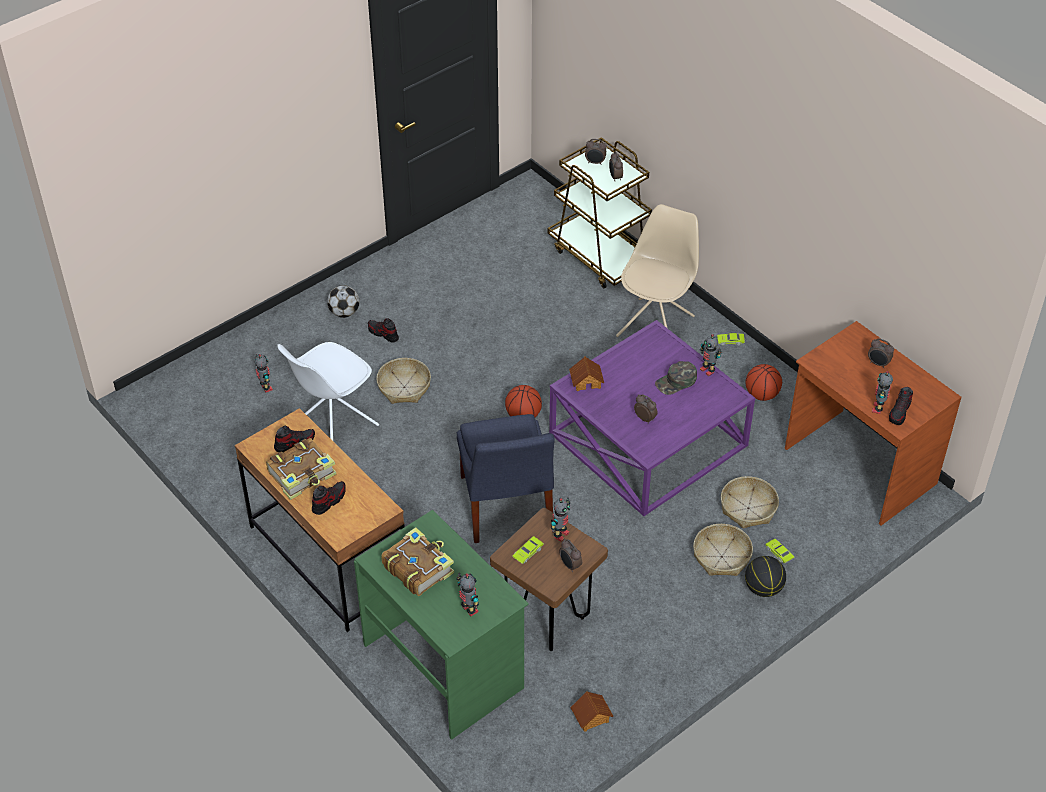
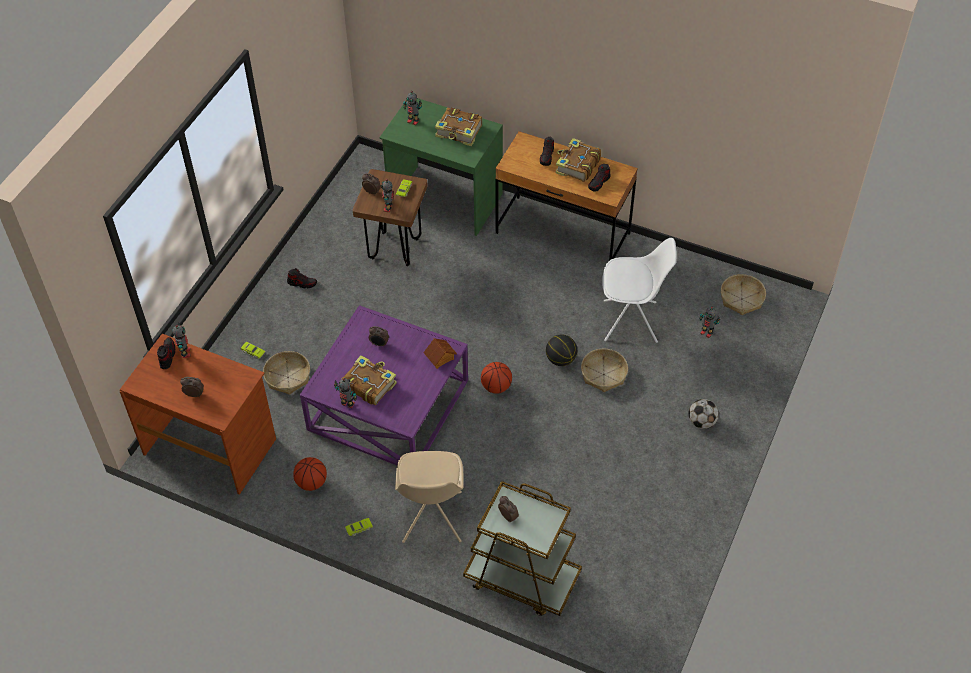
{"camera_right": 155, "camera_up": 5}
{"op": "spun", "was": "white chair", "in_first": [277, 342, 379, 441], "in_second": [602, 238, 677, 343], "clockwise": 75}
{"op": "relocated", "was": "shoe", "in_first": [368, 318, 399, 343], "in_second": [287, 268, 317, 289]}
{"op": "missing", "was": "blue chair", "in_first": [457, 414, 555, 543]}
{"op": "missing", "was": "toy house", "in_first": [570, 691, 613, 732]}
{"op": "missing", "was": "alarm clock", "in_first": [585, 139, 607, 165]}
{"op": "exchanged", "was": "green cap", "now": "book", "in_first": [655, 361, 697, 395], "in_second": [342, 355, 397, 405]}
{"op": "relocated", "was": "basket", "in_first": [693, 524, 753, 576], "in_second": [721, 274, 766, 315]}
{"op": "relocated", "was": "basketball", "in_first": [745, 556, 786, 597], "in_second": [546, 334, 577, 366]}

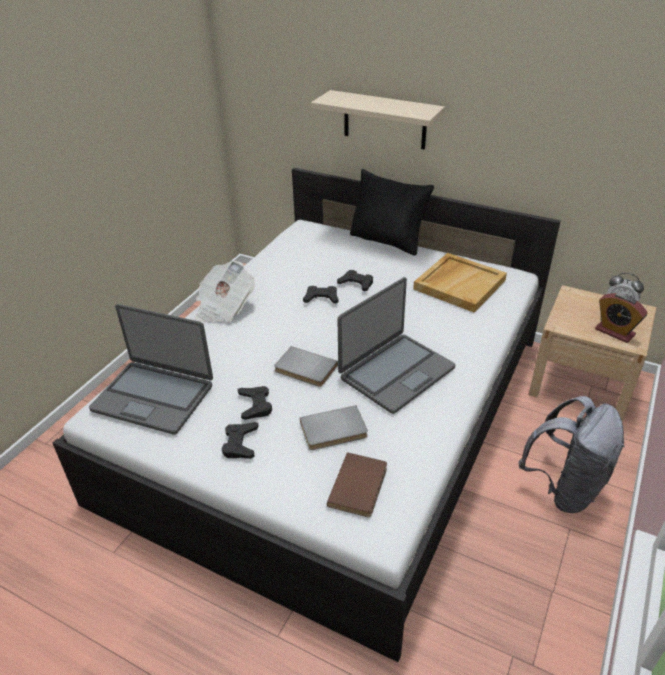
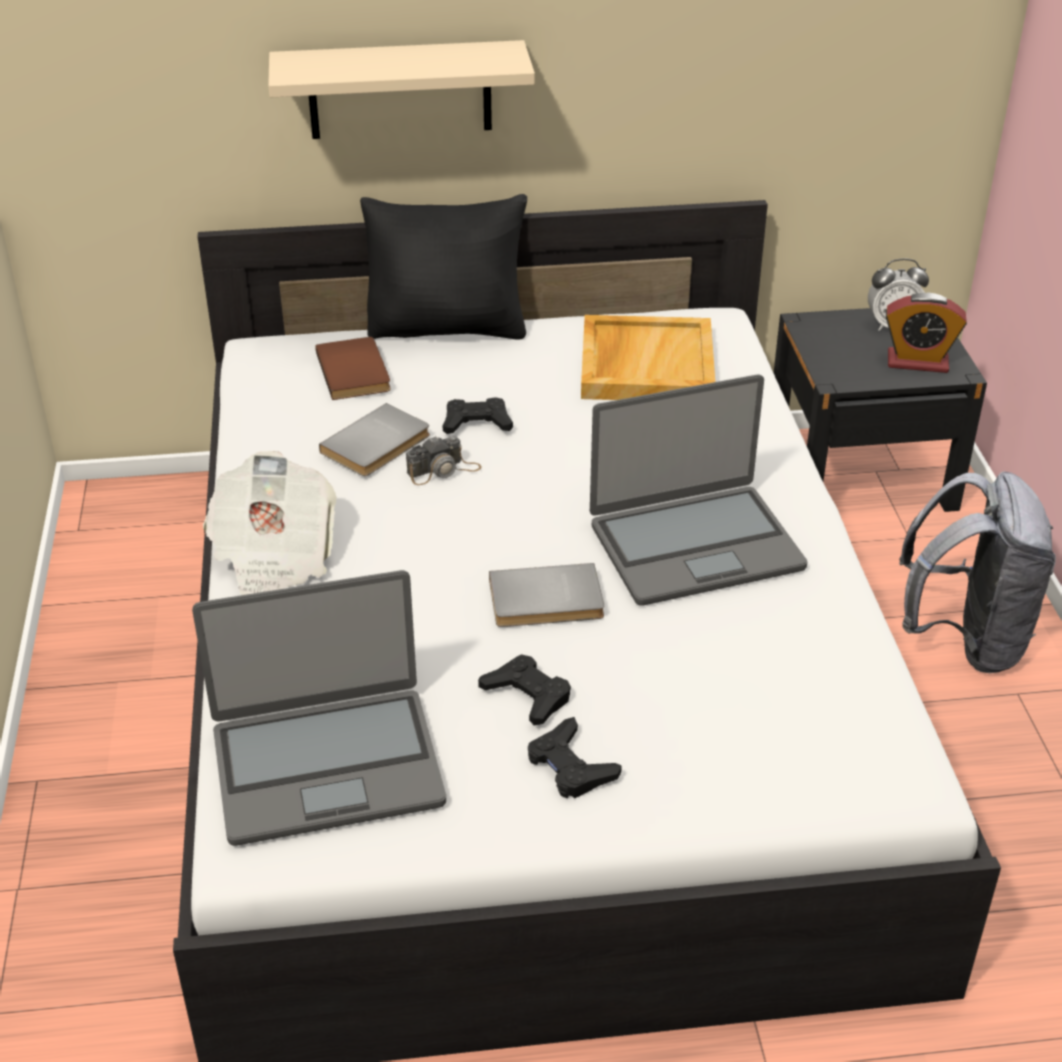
{"camera_right": -35, "camera_up": 0}
{"op": "relocated", "was": "grey book", "in_first": [300, 405, 368, 450], "in_second": [319, 403, 430, 476]}
{"op": "exchanged", "was": "black game controller", "now": "photo camera", "in_first": [303, 286, 339, 304], "in_second": [406, 435, 481, 485]}
{"op": "relocated", "was": "brown book", "in_first": [327, 452, 387, 517], "in_second": [316, 337, 391, 400]}
{"op": "spun", "was": "laptop", "in_first": [337, 277, 455, 414], "in_second": [590, 374, 807, 606], "clockwise": 60}
{"op": "colour", "was": "beige nightstand", "now": "black nightstand", "in_first": [528, 285, 657, 422], "in_second": [774, 308, 987, 512]}

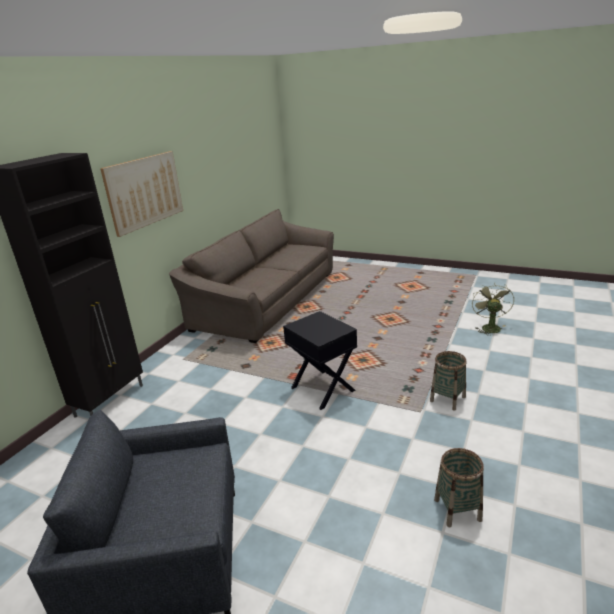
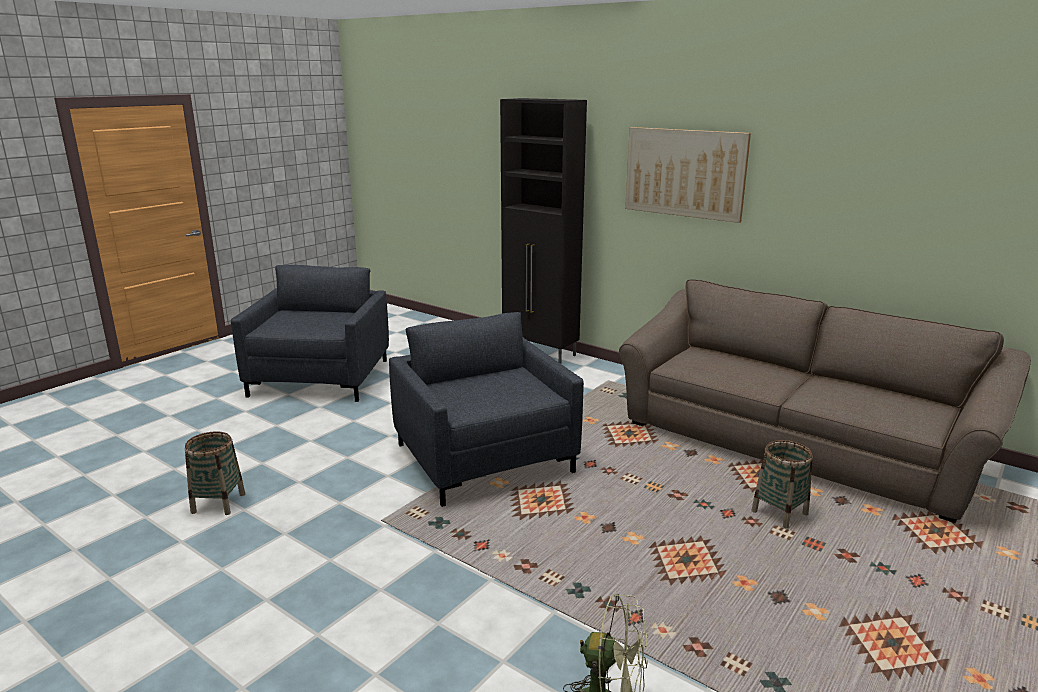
{"camera_right": 100, "camera_up": -5}
{"op": "exchanged", "was": "black side table", "now": "grey armchair", "in_first": [283, 311, 357, 410], "in_second": [389, 312, 584, 507]}
{"op": "relocated", "was": "basket", "in_first": [430, 351, 467, 410], "in_second": [751, 440, 813, 529]}

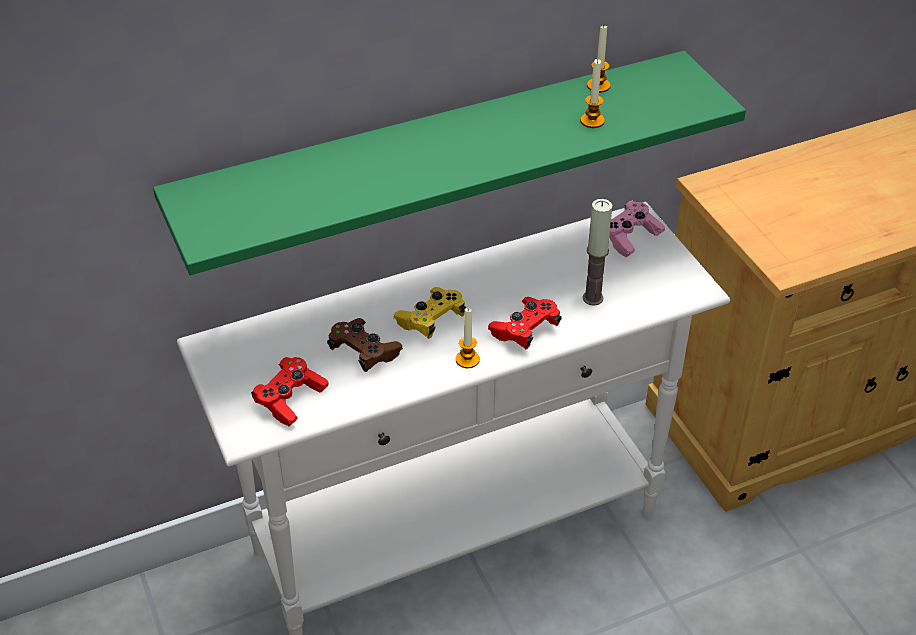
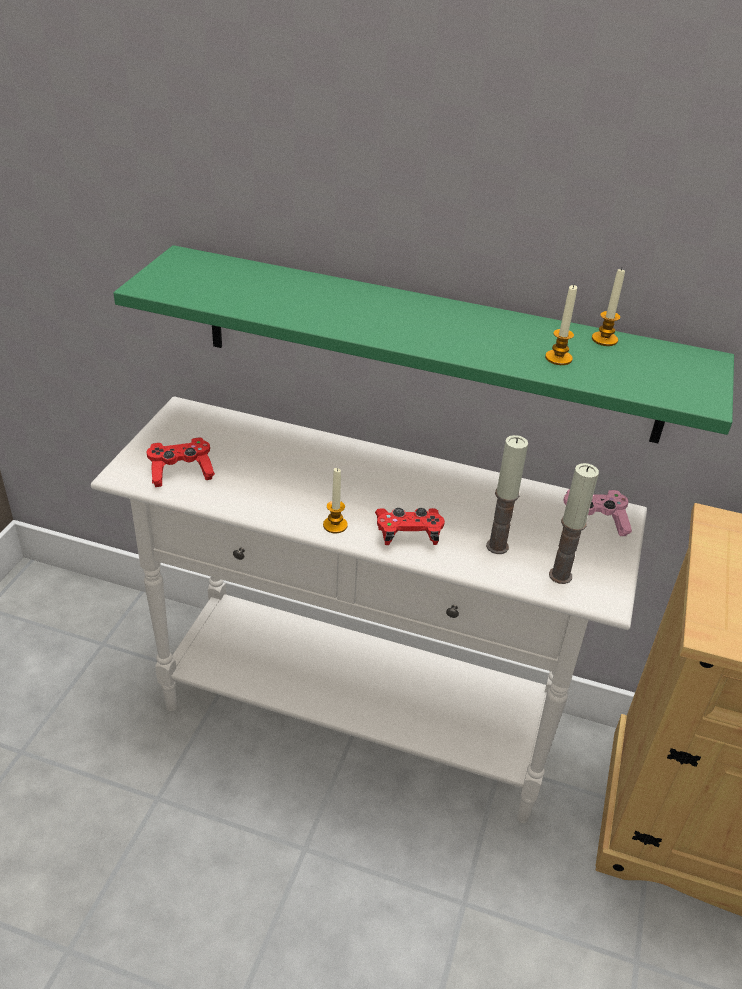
{"camera_right": 40, "camera_up": -5}
{"op": "missing", "was": "brown game controller", "in_first": [327, 318, 403, 372]}
{"op": "missing", "was": "yellow game controller", "in_first": [393, 287, 466, 339]}
{"op": "appeared", "now": "candle", "in_second": [549, 463, 599, 584]}

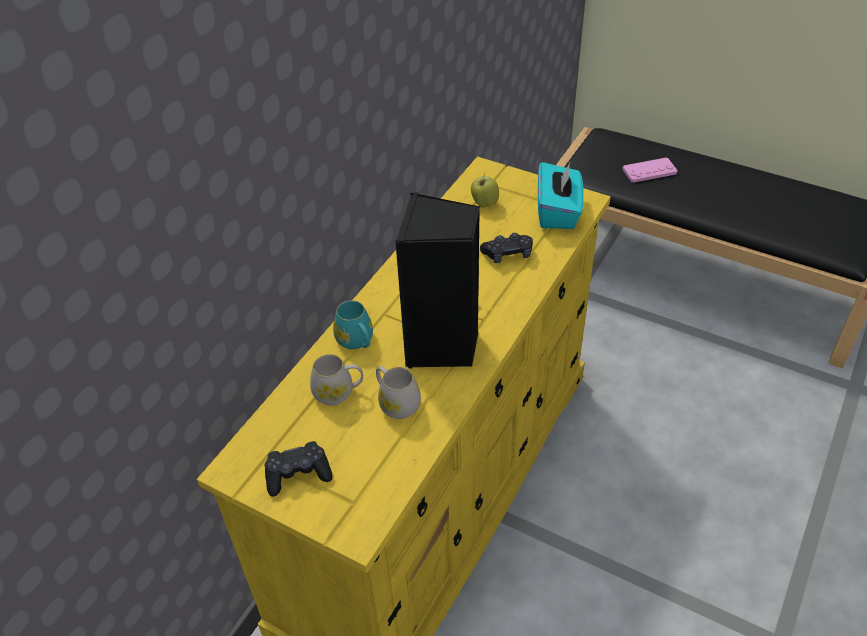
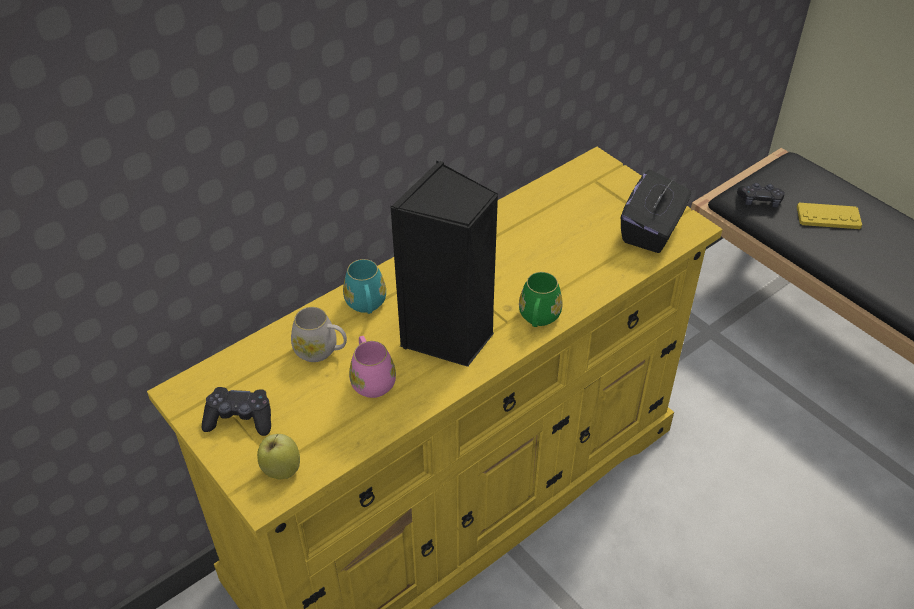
{"camera_right": 20, "camera_up": 0}
{"op": "colour", "was": "white mug", "now": "pink mug", "in_first": [376, 366, 421, 419], "in_second": [349, 336, 396, 398]}
{"op": "relocated", "was": "apple", "in_first": [471, 174, 499, 208], "in_second": [257, 434, 300, 479]}
{"op": "relocated", "was": "black game controller", "in_first": [480, 233, 533, 263], "in_second": [737, 183, 785, 208]}
{"op": "colour", "was": "turquoise tissue box", "now": "black tissue box", "in_first": [538, 162, 584, 229], "in_second": [621, 170, 691, 253]}
{"op": "colour", "was": "pink game controller", "now": "yellow game controller", "in_first": [622, 158, 678, 183], "in_second": [797, 203, 862, 229]}
{"op": "appeared", "now": "green mug", "in_second": [519, 272, 563, 327]}

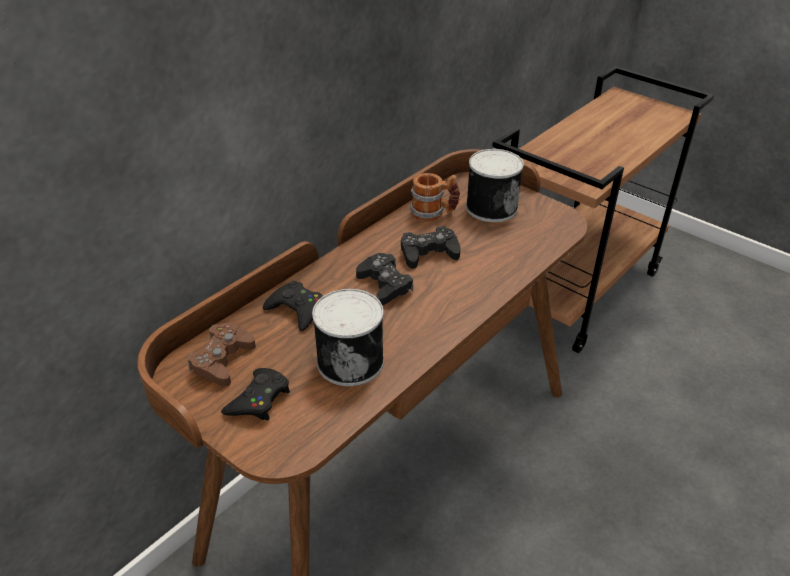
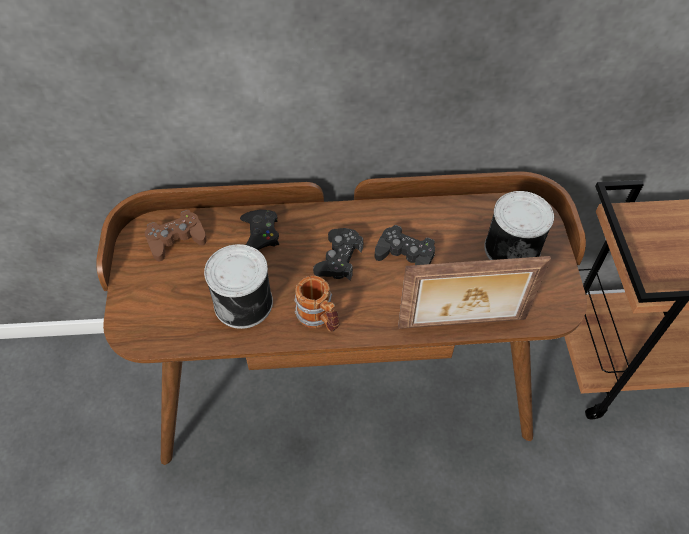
{"camera_right": 45, "camera_up": 15}
{"op": "missing", "was": "black game controller", "in_first": [221, 368, 290, 421]}
{"op": "relocated", "was": "mug", "in_first": [410, 173, 460, 221], "in_second": [294, 276, 339, 332]}
{"op": "appeared", "now": "picture frame", "in_second": [398, 256, 551, 329]}

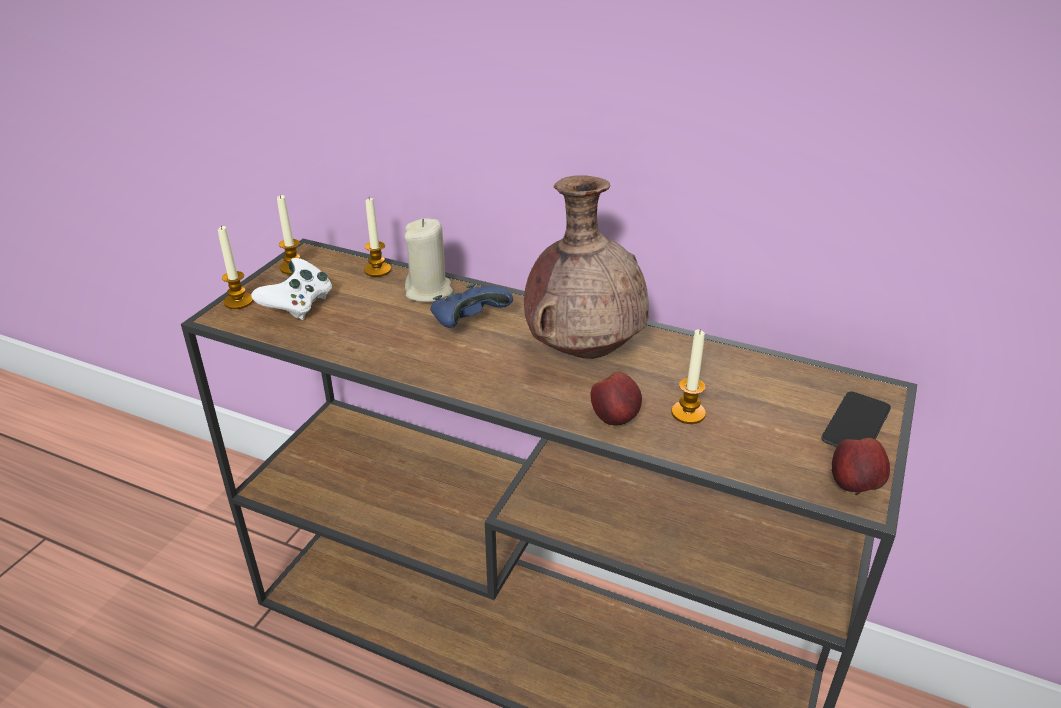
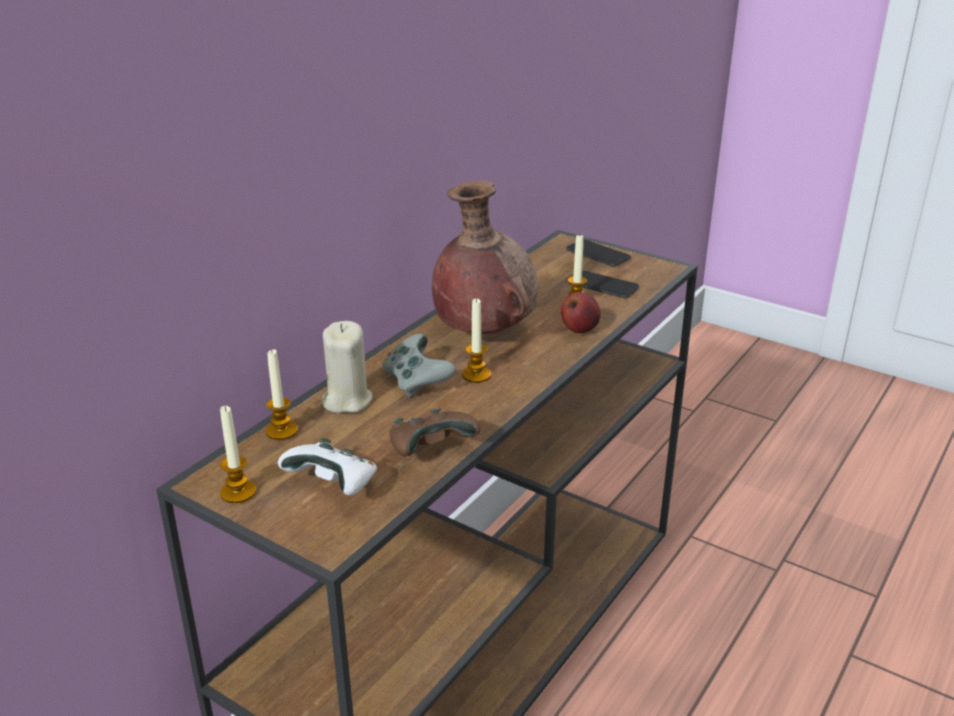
{"camera_right": -80, "camera_up": -5}
{"op": "relocated", "was": "candle", "in_first": [218, 226, 253, 309], "in_second": [462, 298, 491, 383]}
{"op": "colour", "was": "blue game controller", "now": "grey game controller", "in_first": [430, 284, 513, 328], "in_second": [383, 334, 456, 397]}
{"op": "missing", "was": "apple", "in_first": [832, 438, 890, 495]}
{"op": "appeared", "now": "brown game controller", "in_second": [389, 408, 481, 457]}
{"op": "appeared", "now": "phone", "in_second": [568, 270, 639, 298]}

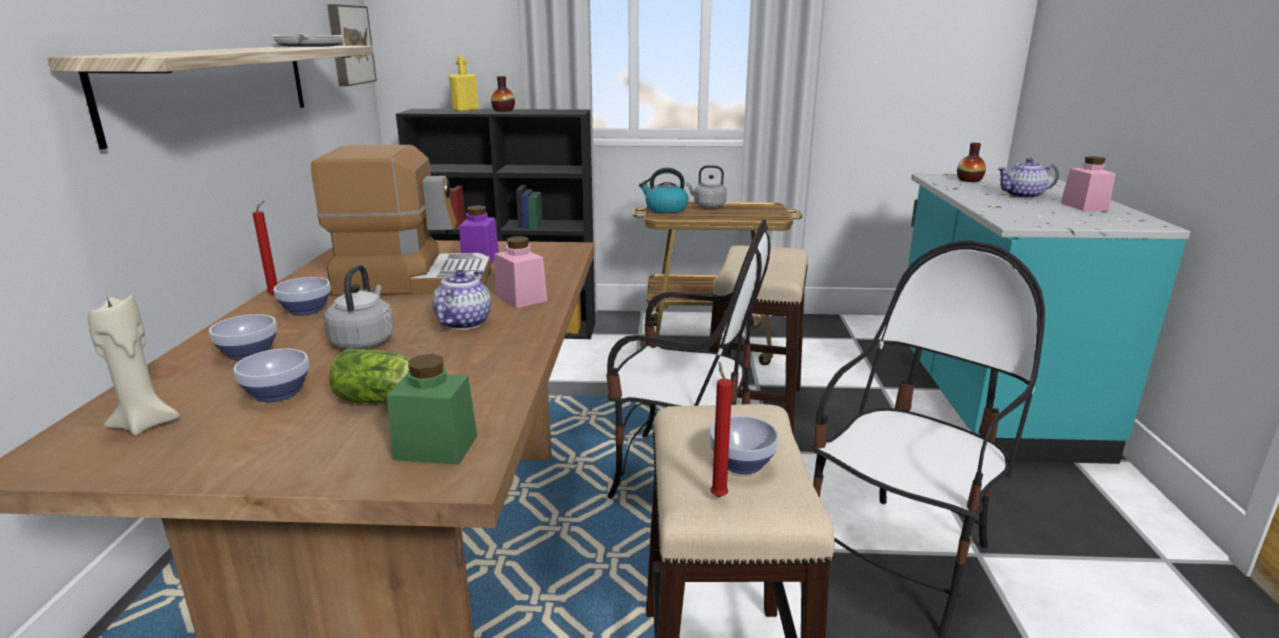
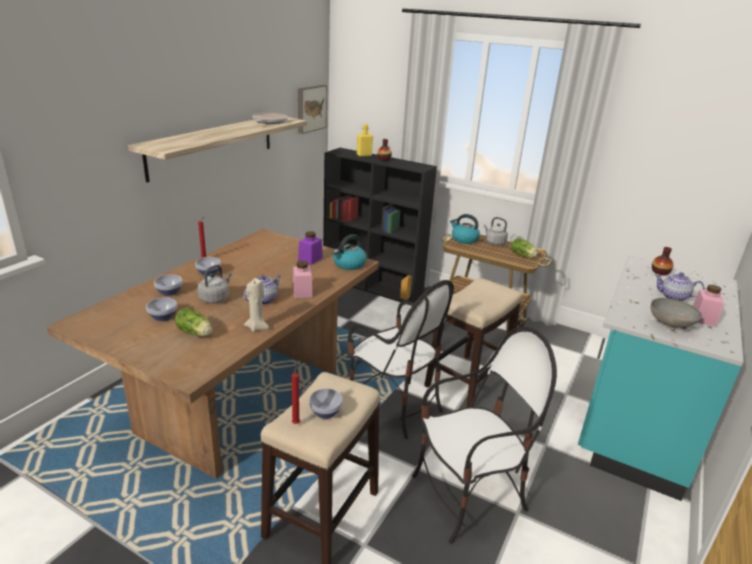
{"camera_right": 25, "camera_up": 5}
{"op": "relocated", "was": "beige candle", "in_first": [88, 294, 180, 436], "in_second": [244, 278, 269, 332]}
{"op": "missing", "was": "coffee machine", "in_first": [311, 145, 491, 296]}
{"op": "missing", "was": "green jar", "in_first": [387, 354, 477, 465]}
{"op": "appeared", "now": "kettle", "in_second": [333, 234, 367, 270]}
{"op": "appeared", "now": "lettuce", "in_second": [511, 238, 538, 258]}
{"op": "appeared", "now": "grey bowl", "in_second": [651, 298, 702, 331]}

